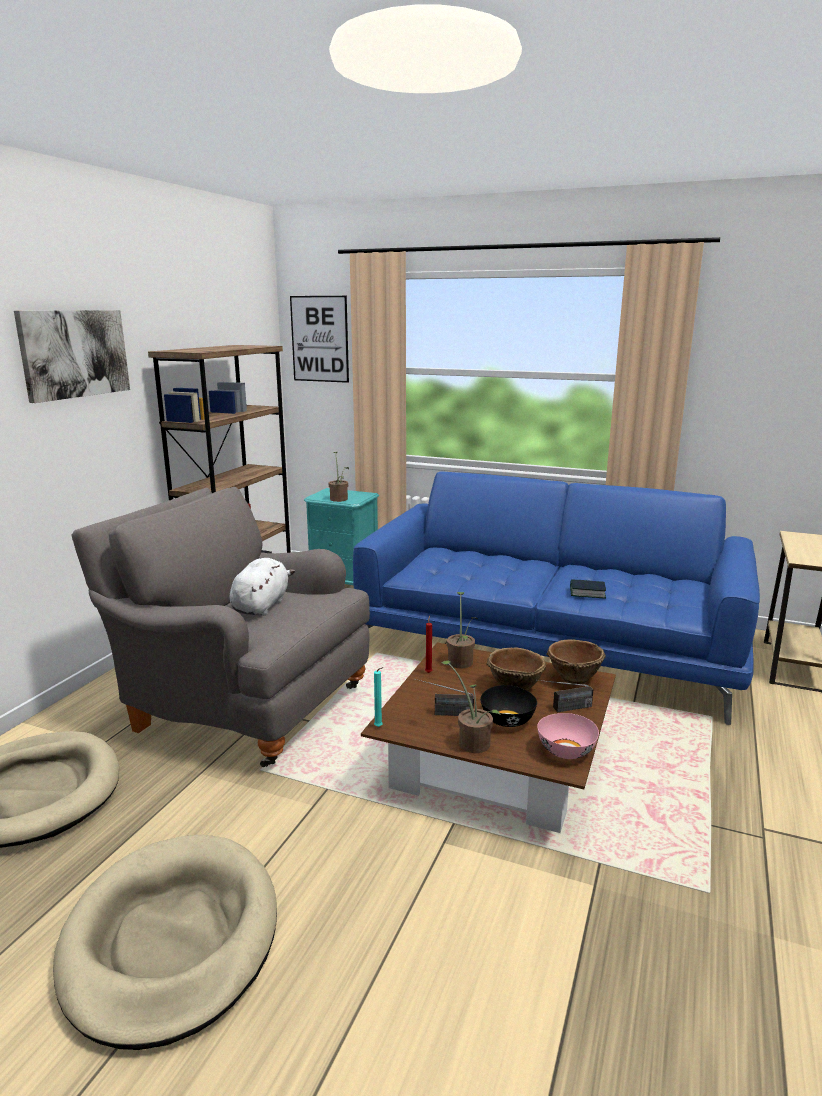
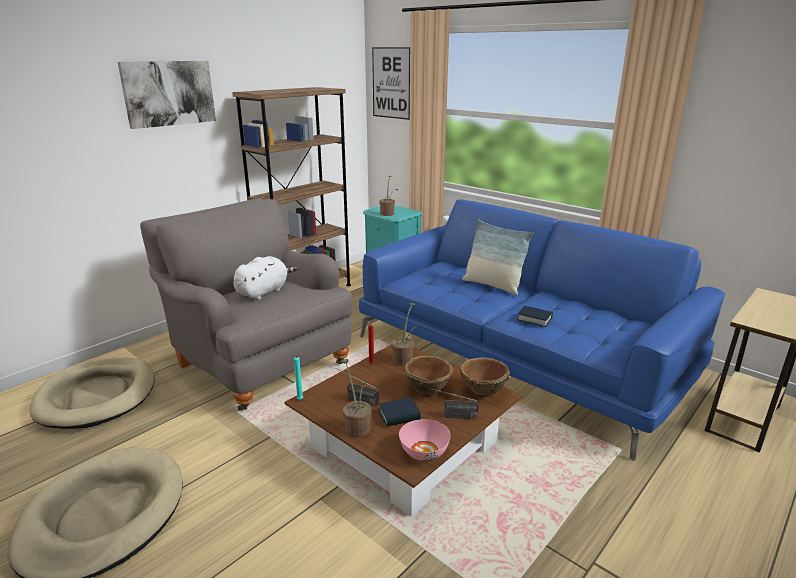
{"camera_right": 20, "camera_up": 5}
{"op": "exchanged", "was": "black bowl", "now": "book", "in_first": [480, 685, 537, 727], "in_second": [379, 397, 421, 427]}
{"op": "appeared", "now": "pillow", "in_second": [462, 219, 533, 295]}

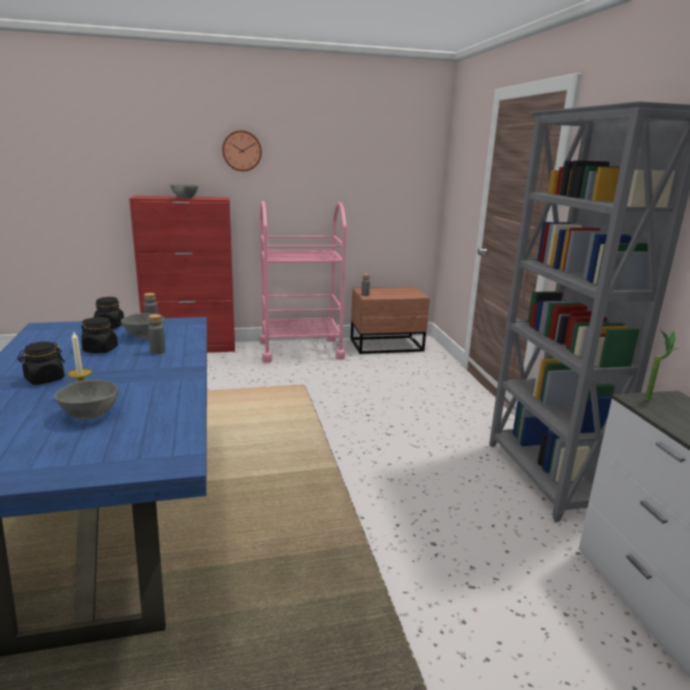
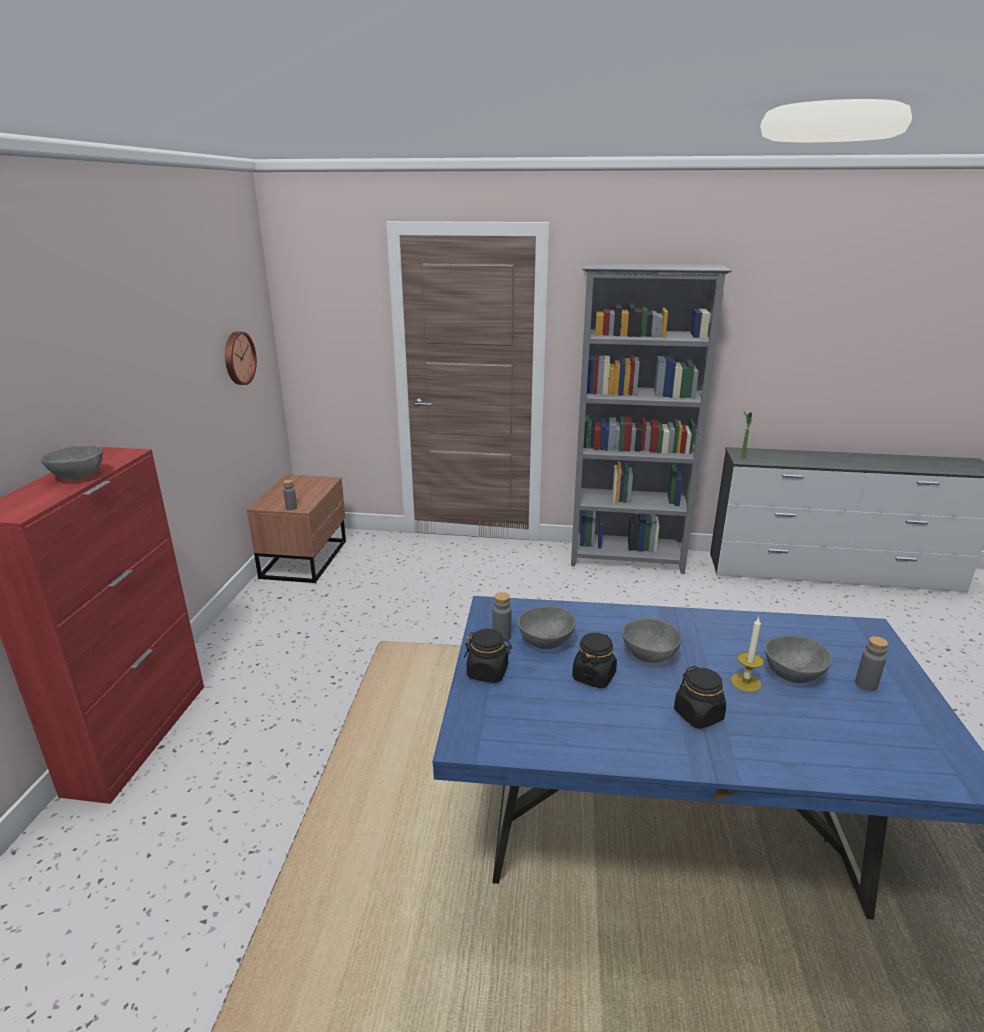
{"camera_right": -70, "camera_up": 5}
{"op": "relocated", "was": "grey bottle", "in_first": [148, 314, 166, 354], "in_second": [855, 636, 888, 691]}
{"op": "relocated", "was": "wall clock", "in_first": [222, 130, 262, 171], "in_second": [225, 331, 257, 385]}
{"op": "missing", "was": "pink cart", "in_first": [259, 201, 347, 363]}
{"op": "appeared", "now": "grey bowl", "in_second": [622, 618, 681, 663]}

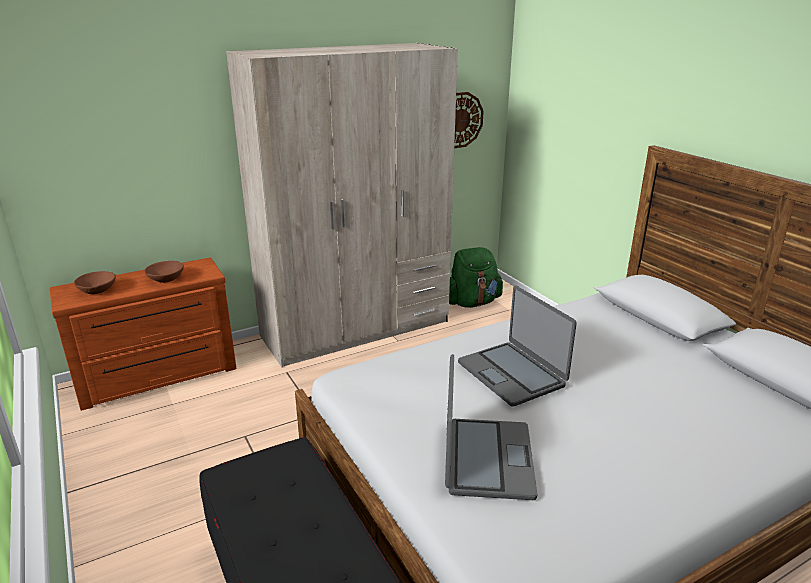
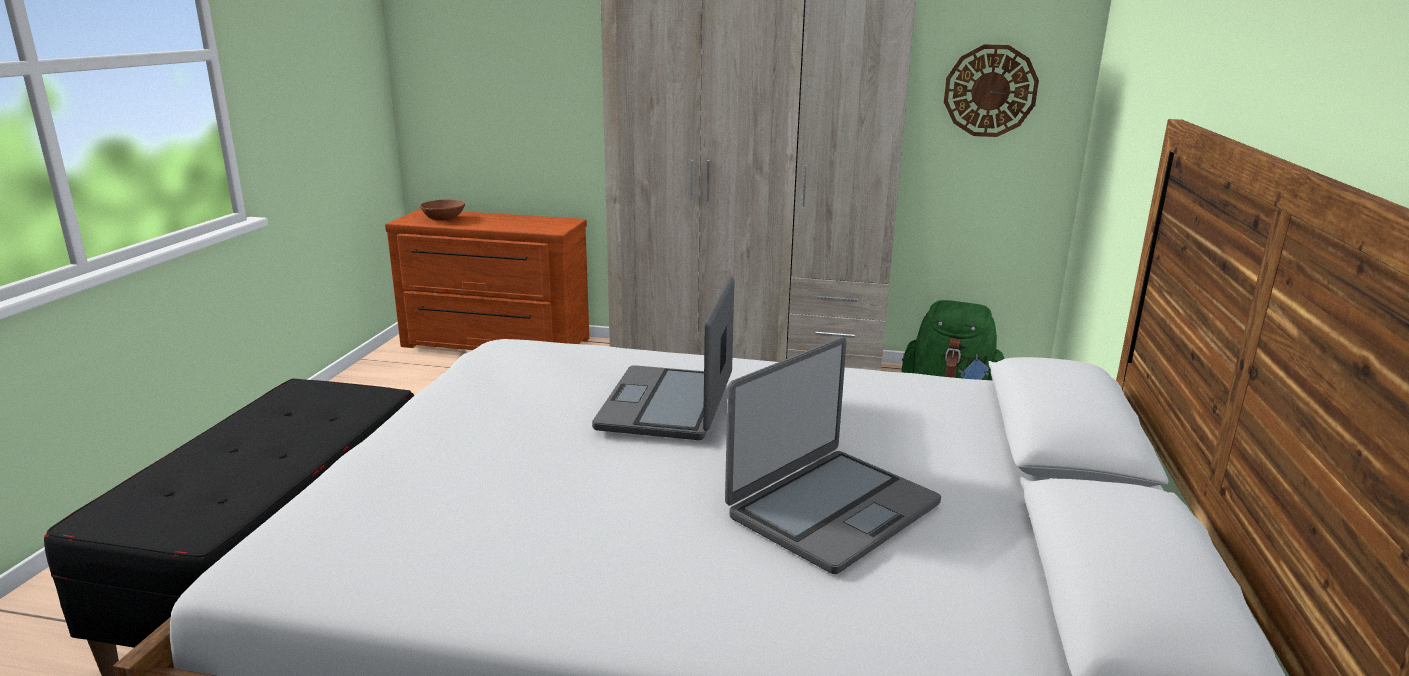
{"camera_right": 40, "camera_up": -5}
{"op": "missing", "was": "brown bowl", "in_first": [144, 261, 184, 283]}
{"op": "relocated", "was": "laptop", "in_first": [445, 354, 538, 500], "in_second": [725, 338, 941, 574]}

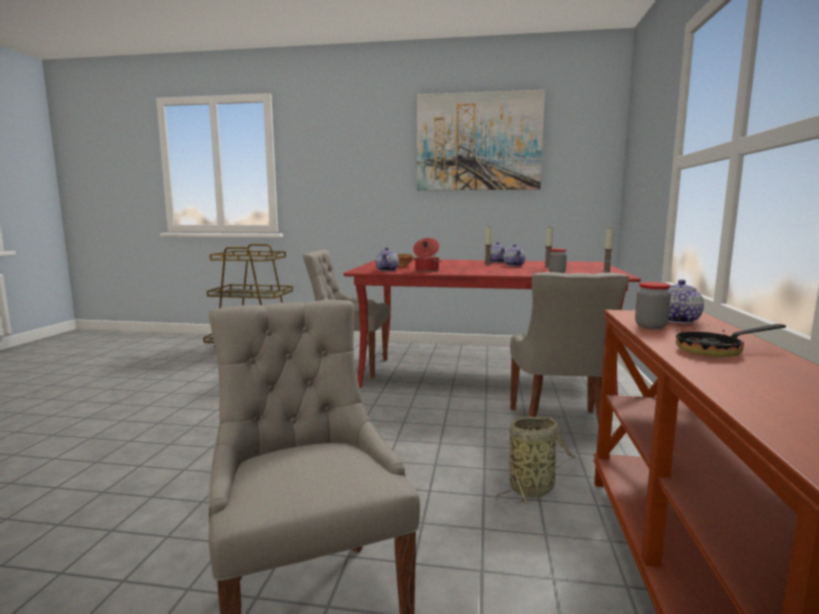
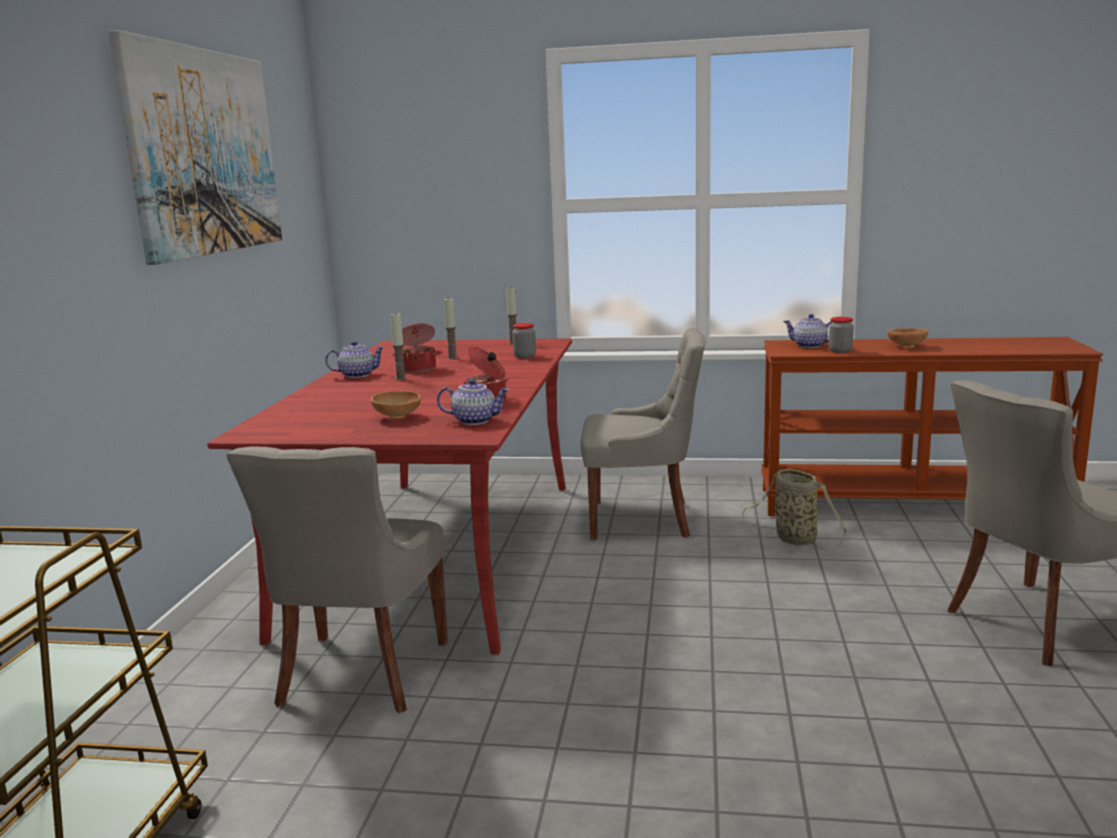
{"camera_right": -90, "camera_up": 5}
{"op": "exchanged", "was": "teapot", "now": "cooking pot", "in_first": [503, 244, 525, 266], "in_second": [392, 323, 443, 372]}
{"op": "exchanged", "was": "frying pan", "now": "brown bowl", "in_first": [676, 324, 786, 357], "in_second": [887, 328, 928, 348]}

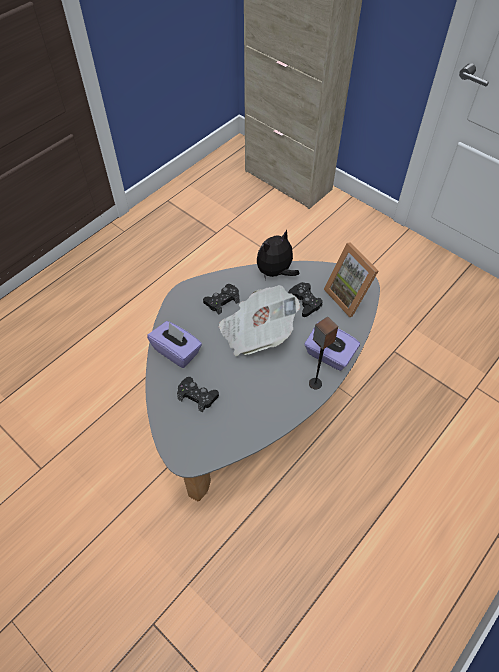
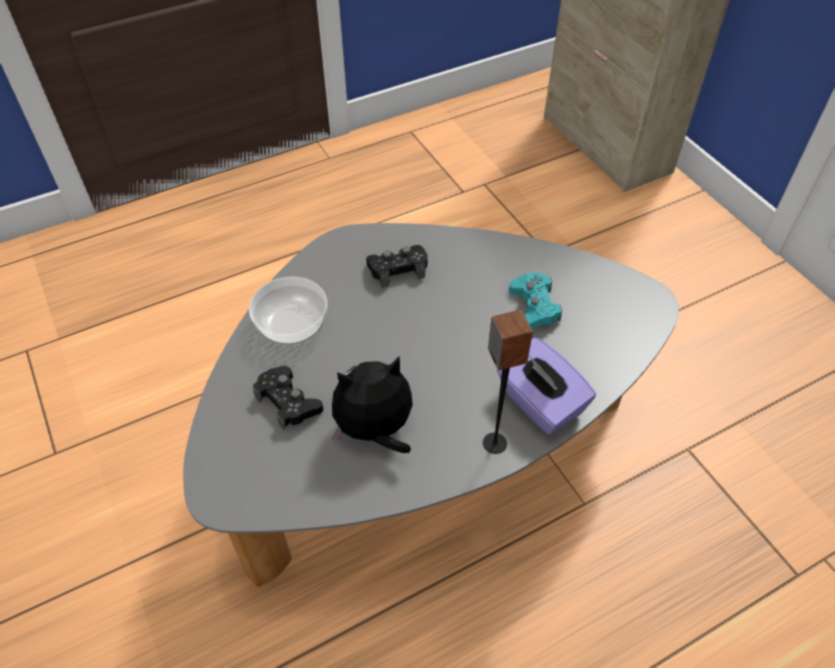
{"camera_right": 20, "camera_up": -5}
{"op": "exchanged", "was": "purple tissue box", "now": "bowl", "in_first": [147, 321, 202, 368], "in_second": [249, 277, 327, 345]}
{"op": "missing", "was": "newspaper", "in_first": [219, 285, 300, 356]}
{"op": "relocated", "was": "plush toy", "in_first": [257, 229, 299, 277], "in_second": [332, 356, 413, 453]}
{"op": "colour", "was": "black game controller", "now": "turquoise game controller", "in_first": [288, 282, 323, 317], "in_second": [509, 272, 562, 329]}
{"op": "missing", "was": "picture frame", "in_first": [324, 242, 378, 317]}

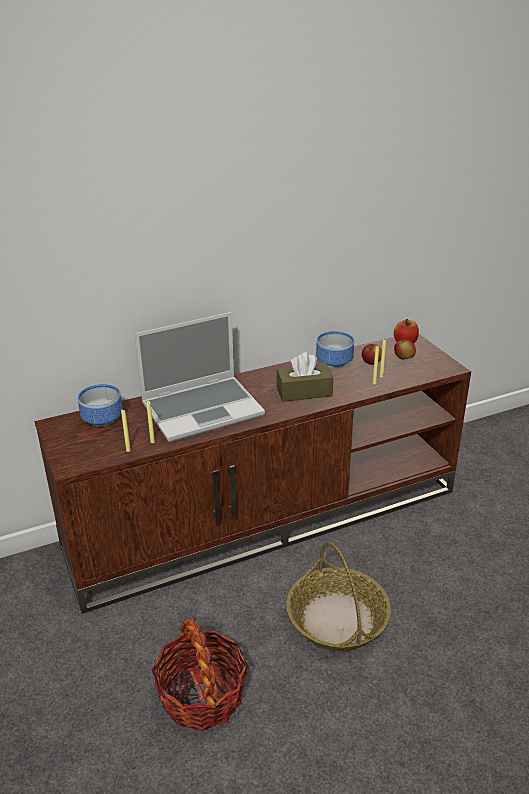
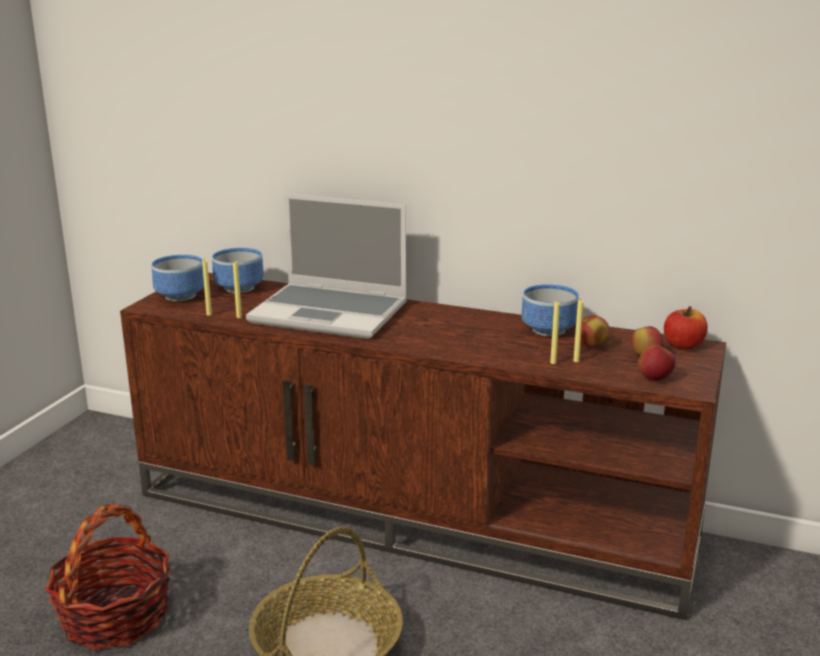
{"camera_right": 45, "camera_up": -10}
{"op": "missing", "was": "brown tissue box", "in_first": [277, 352, 333, 402]}
{"op": "appeared", "now": "bowl", "in_second": [151, 255, 204, 301]}
{"op": "appeared", "now": "apple", "in_second": [638, 345, 676, 381]}

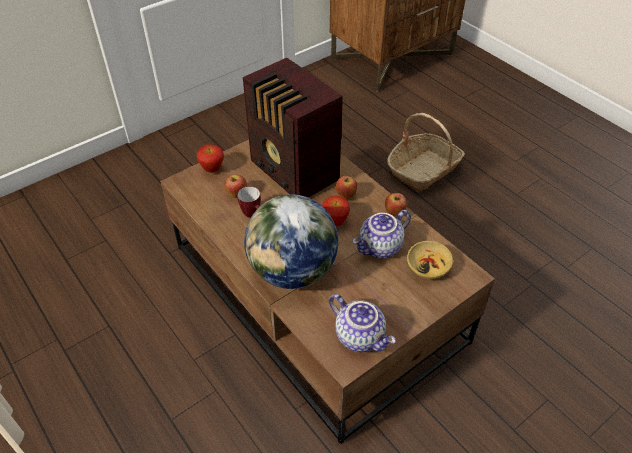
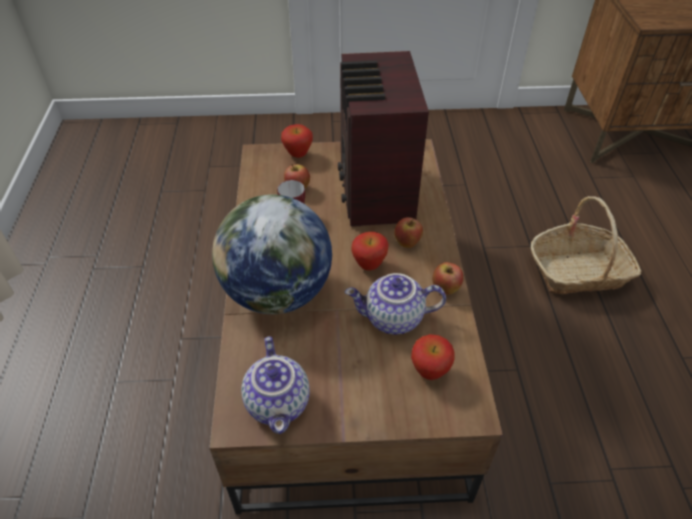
{"camera_right": 35, "camera_up": 0}
{"op": "exchanged", "was": "beige bowl", "now": "apple", "in_first": [407, 241, 453, 279], "in_second": [411, 334, 455, 380]}

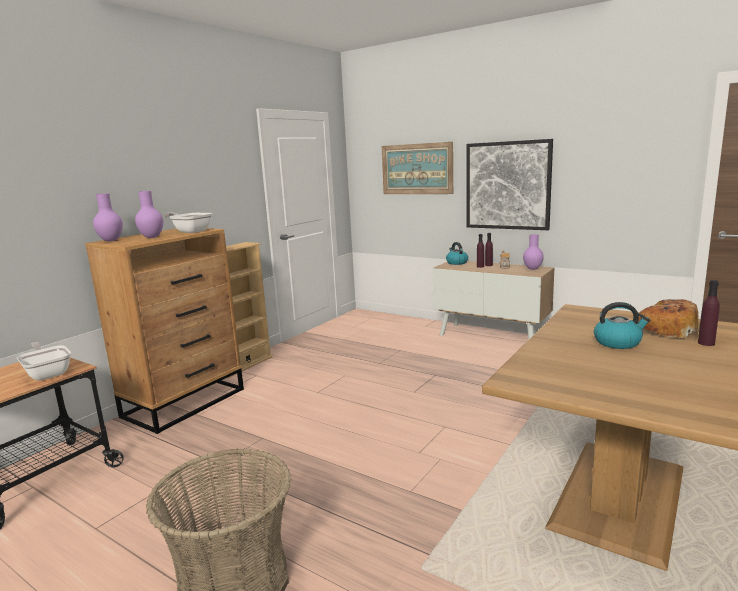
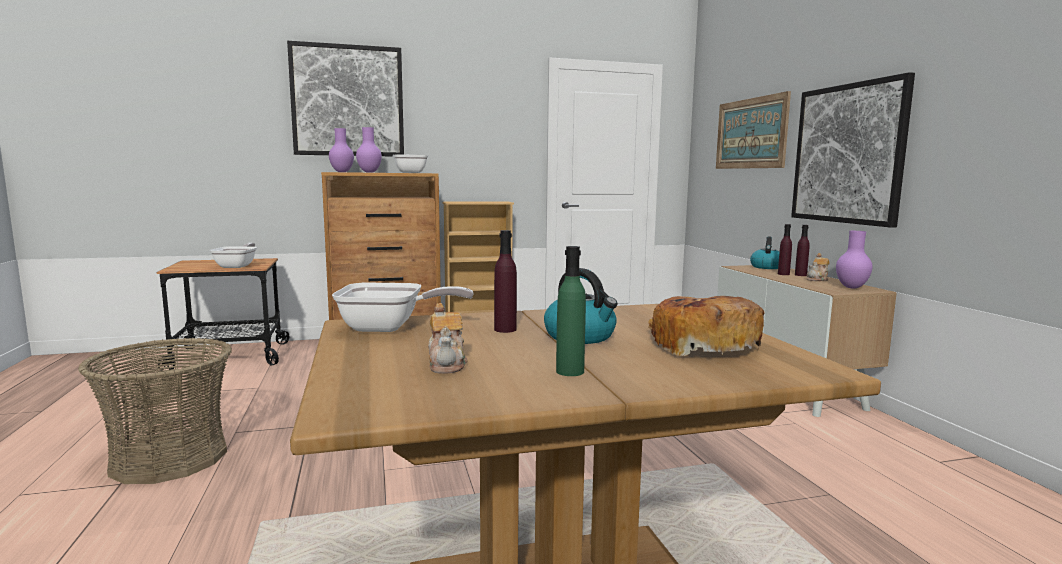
{"camera_right": 40, "camera_up": -5}
{"op": "relocated", "was": "purple bottle", "in_first": [698, 280, 720, 346], "in_second": [494, 230, 517, 333]}
{"op": "appeared", "now": "picture", "in_second": [287, 41, 404, 157]}
{"op": "appeared", "now": "frying pan", "in_second": [332, 283, 474, 332]}
{"op": "appeared", "now": "teapot", "in_second": [428, 303, 468, 374]}
{"op": "appeared", "now": "green bottle", "in_second": [556, 246, 586, 376]}

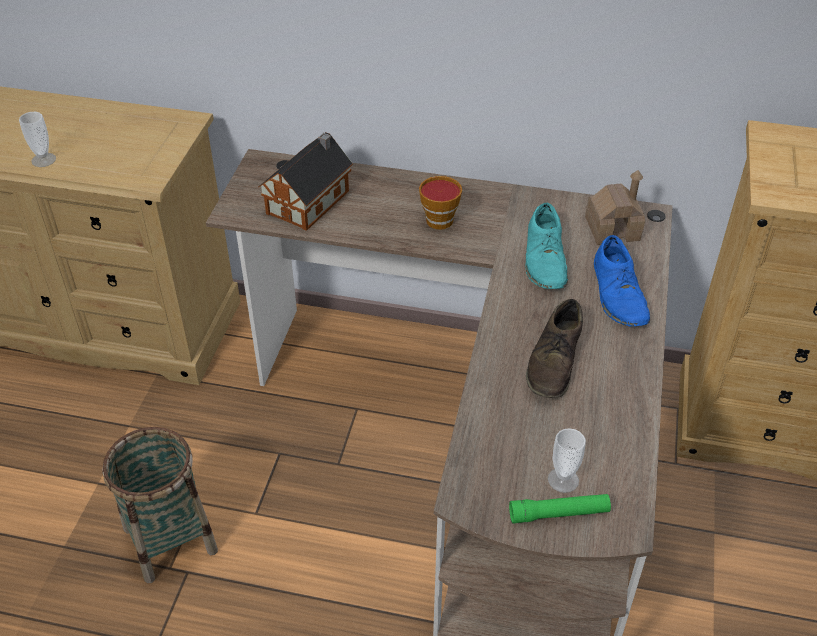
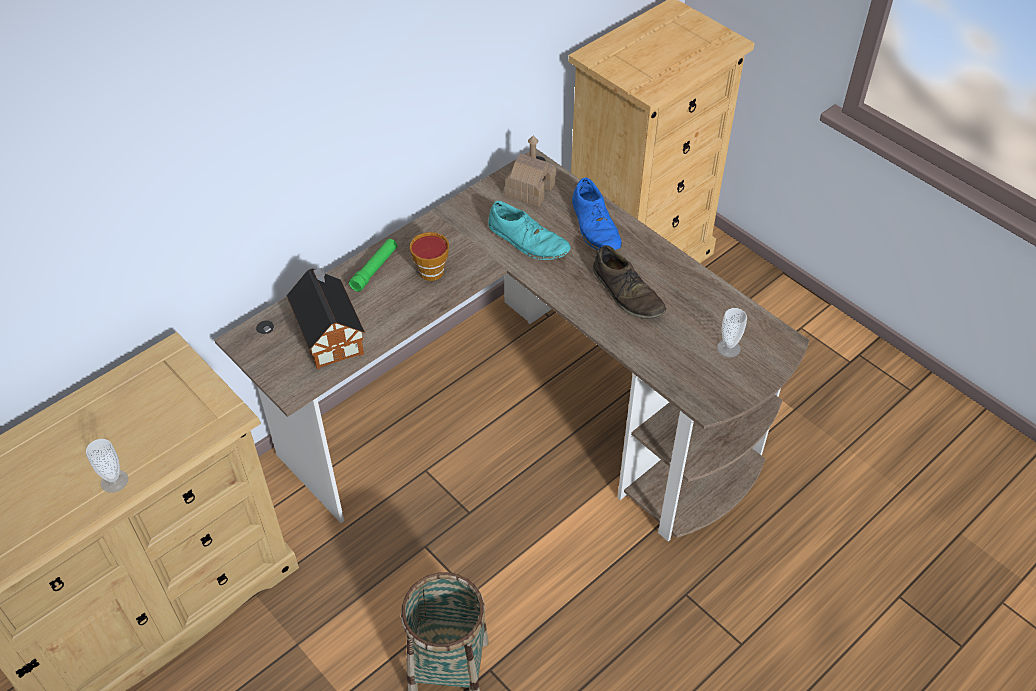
{"camera_right": -55, "camera_up": 5}
{"op": "relocated", "was": "green flashlight", "in_first": [509, 494, 611, 524], "in_second": [349, 239, 397, 292]}
{"op": "spun", "was": "blue shoe", "in_first": [594, 235, 650, 326], "in_second": [572, 178, 622, 250], "clockwise": 45}

